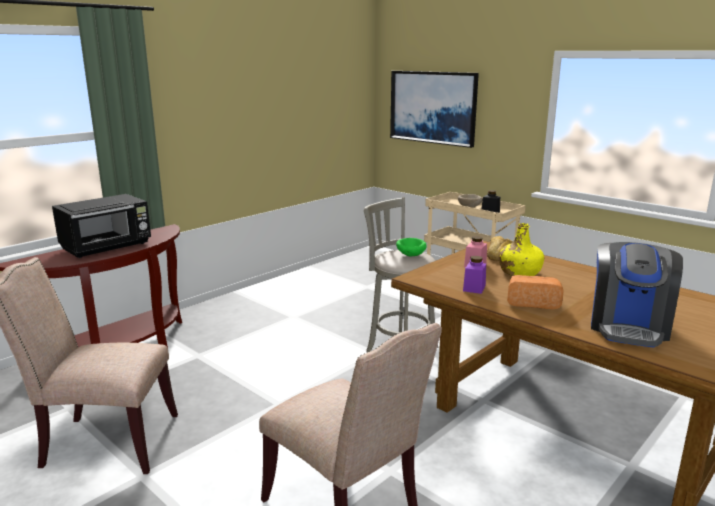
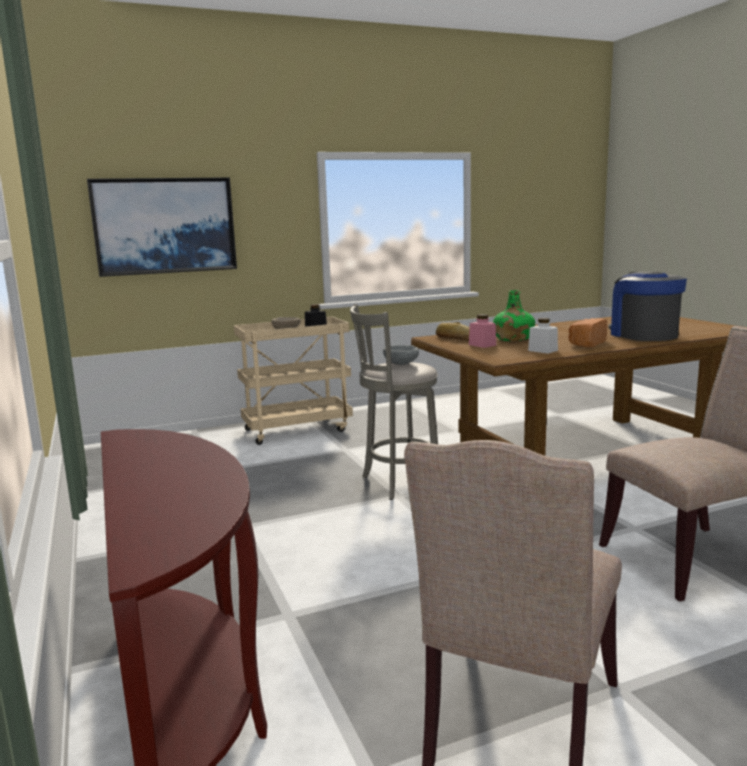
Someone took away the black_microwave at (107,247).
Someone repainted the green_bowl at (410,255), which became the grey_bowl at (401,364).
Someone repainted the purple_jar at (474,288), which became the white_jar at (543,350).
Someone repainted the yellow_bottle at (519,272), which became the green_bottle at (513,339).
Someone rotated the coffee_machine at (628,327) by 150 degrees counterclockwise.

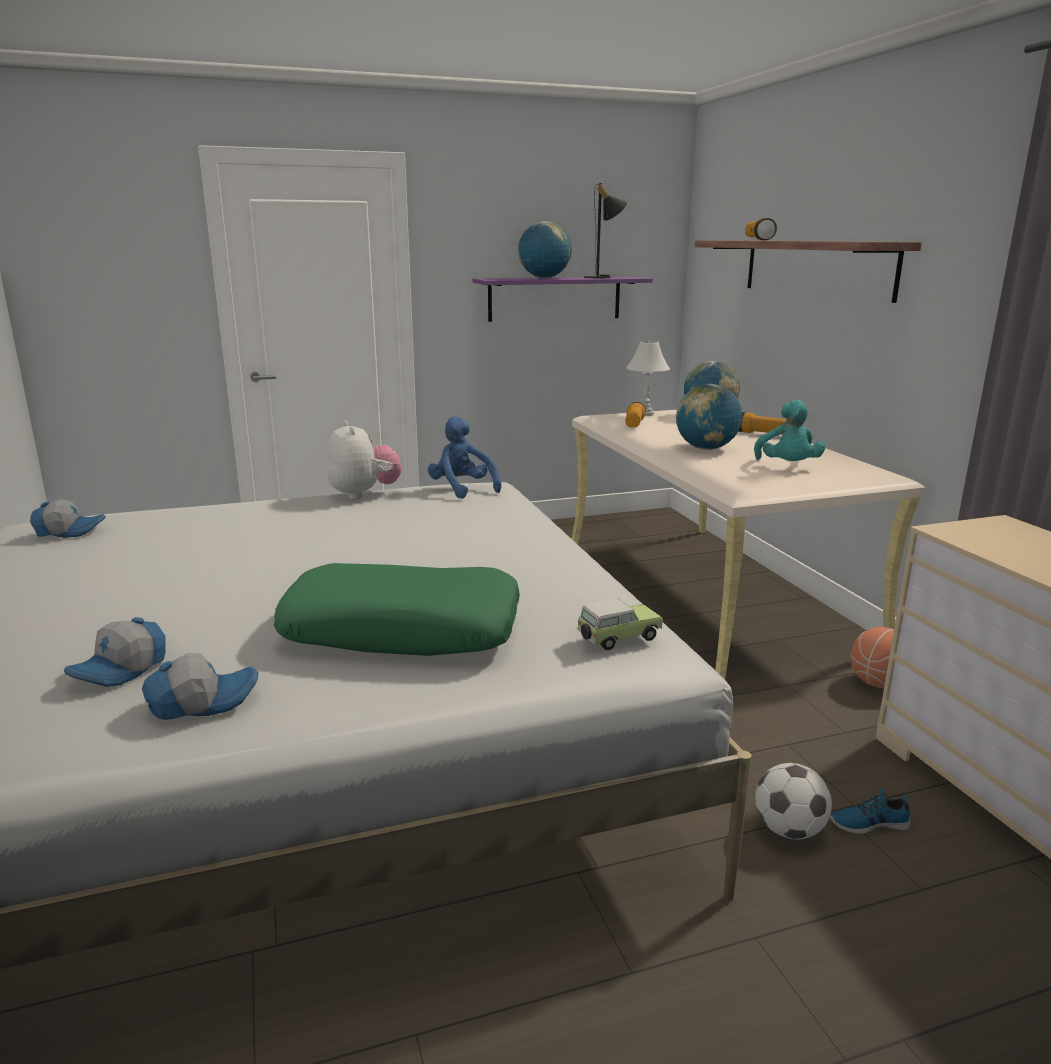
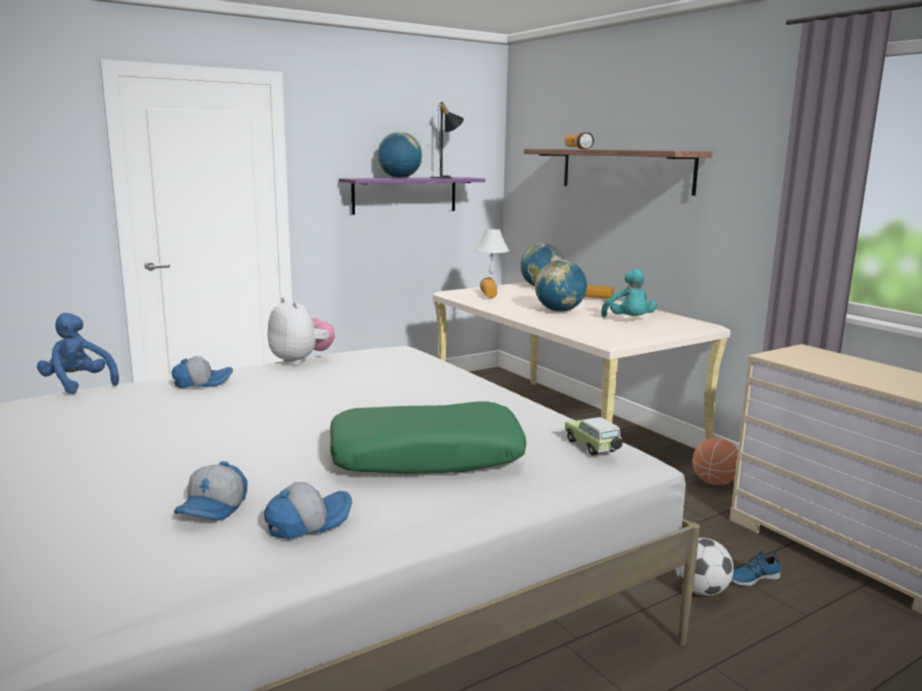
Someone carried the cap from (70,531) to (202,383).
Someone carried the blue_plush_toy from (462,489) to (78,384).
Someone rotated the toy_car at (616,639) by 75 degrees counterclockwise.

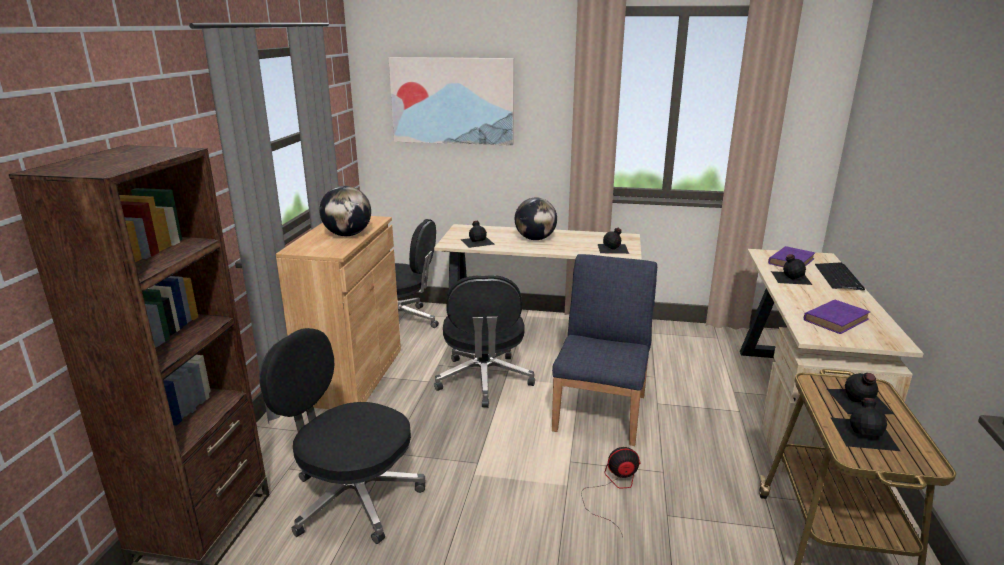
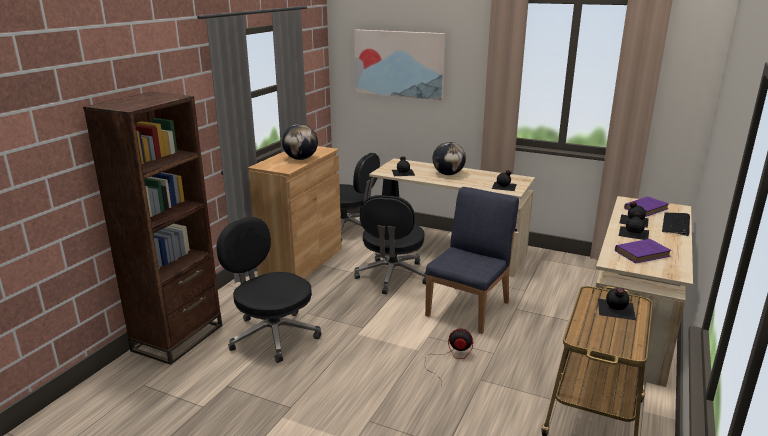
Someone carried the black_bottle from (864,433) to (634,233).

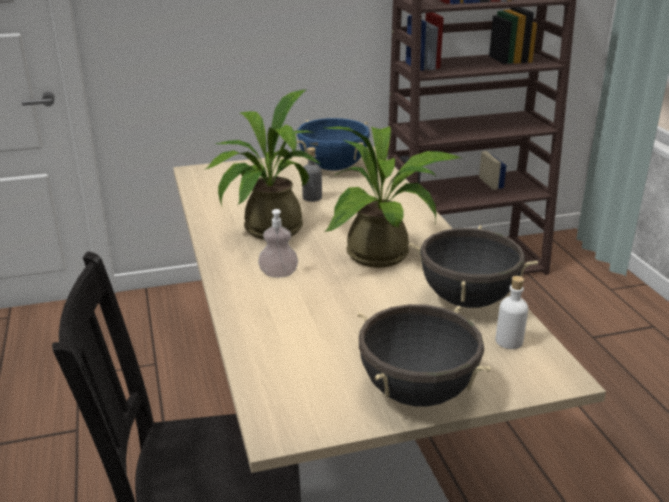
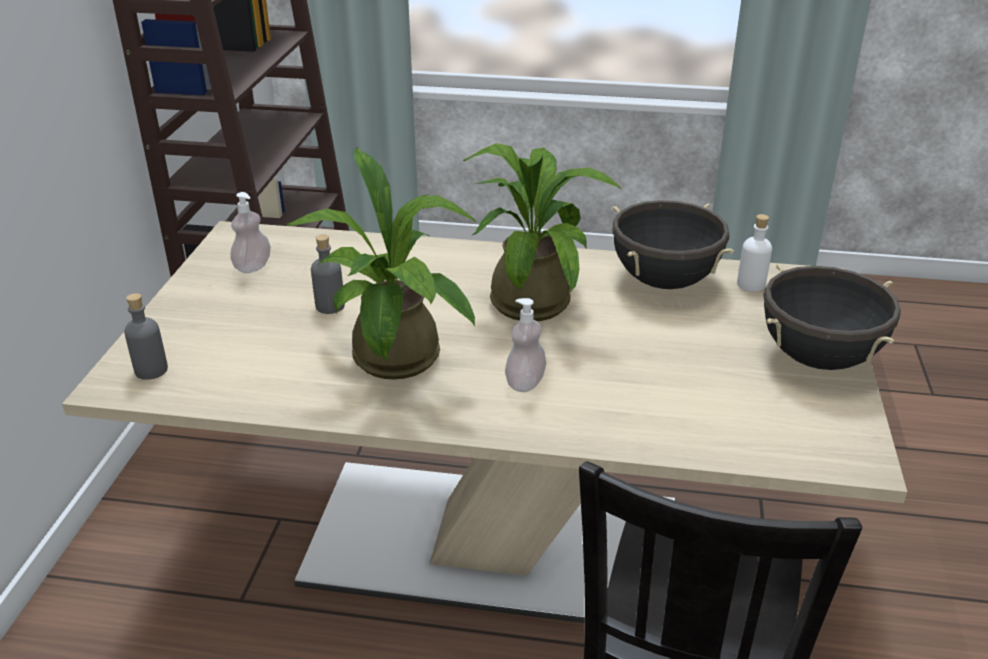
Someone put down the grey_bottle at (151,370).
Someone swapped the blue_cooking_pot at (333,168) for the soap_dispenser at (253,267).

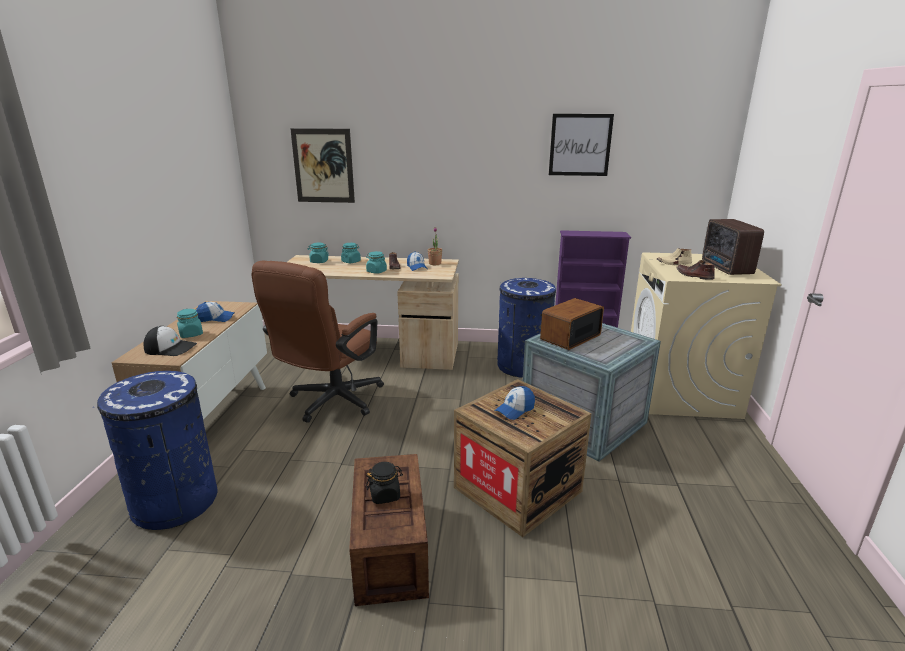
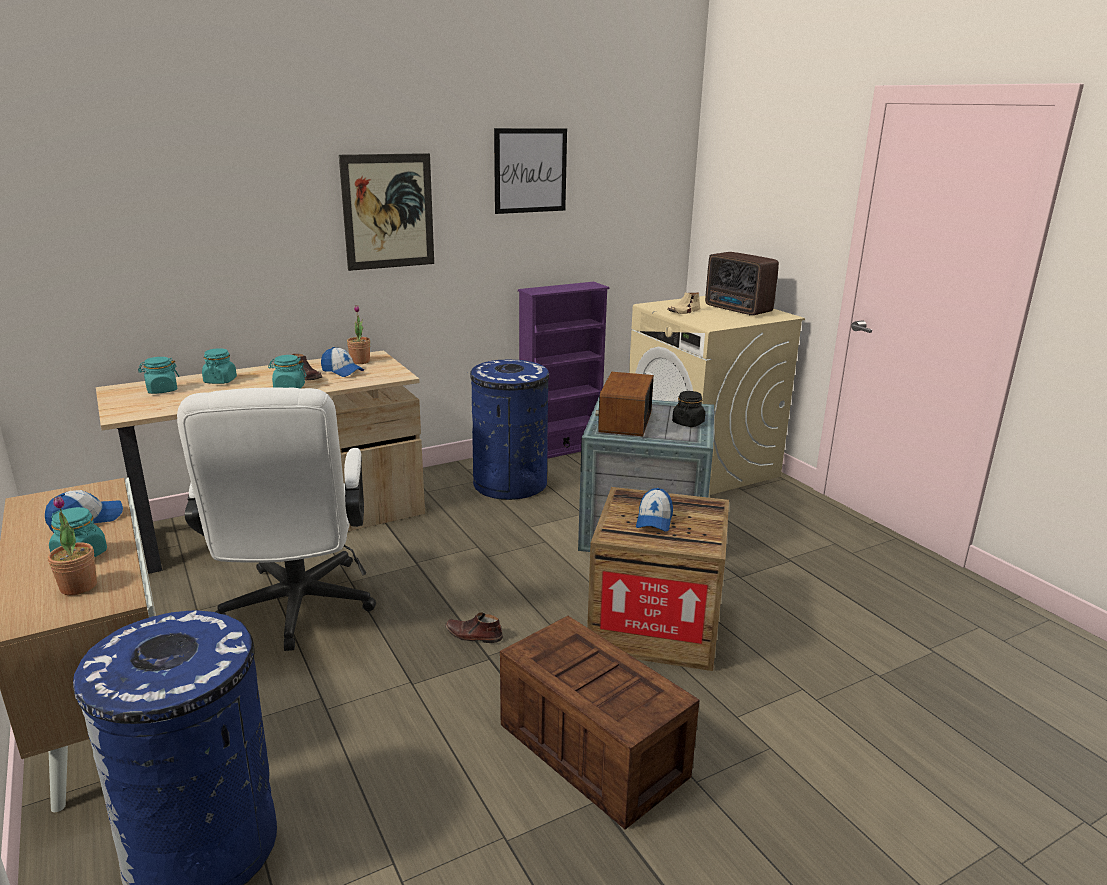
Someone carried the picture from (323,166) to (388,211).
Someone carried the black_jar from (385,495) to (688,423).
Someone carried the brown_shoe from (694,276) to (473,635).
Someone swapped the cap at (171,348) for the potted_plant at (78,586).
Someone repainted the brown_office_chair at (330,403), which became the white_office_chair at (296,612).

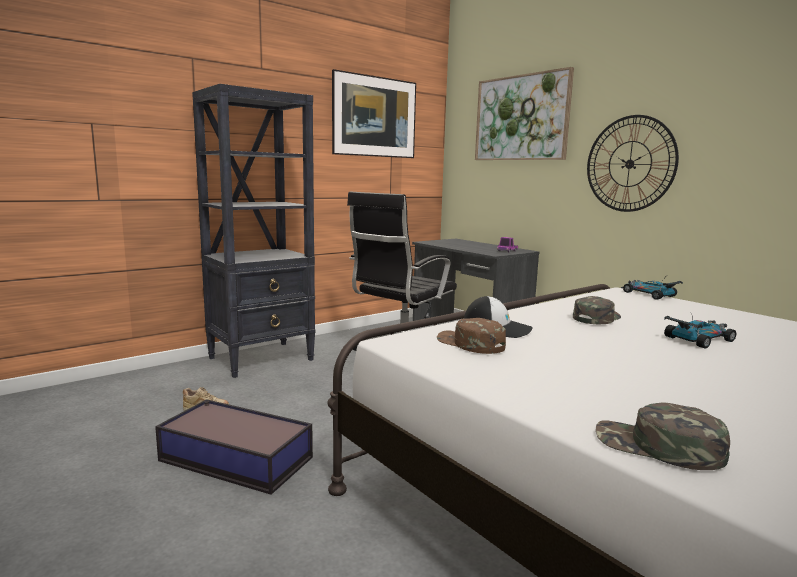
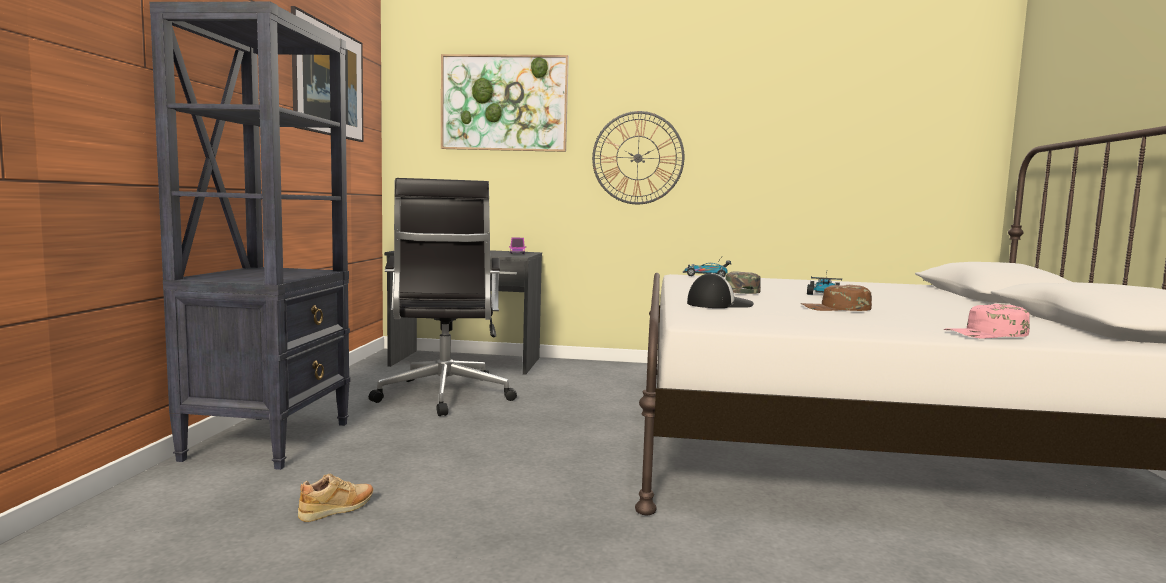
Someone took away the storage_box at (235,458).
Someone carried the brown_cap from (470,344) to (835,308).
Someone repainted the green_cap at (657,447), which became the pink_cap at (987,334).

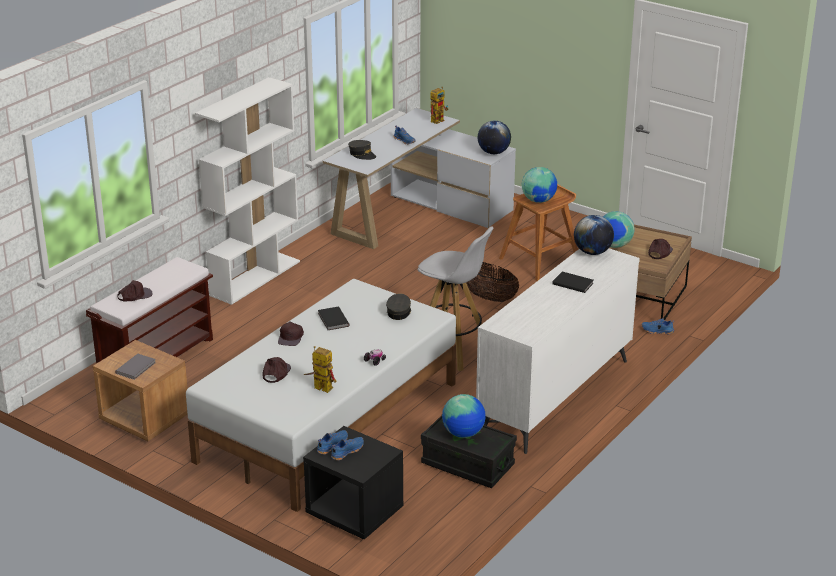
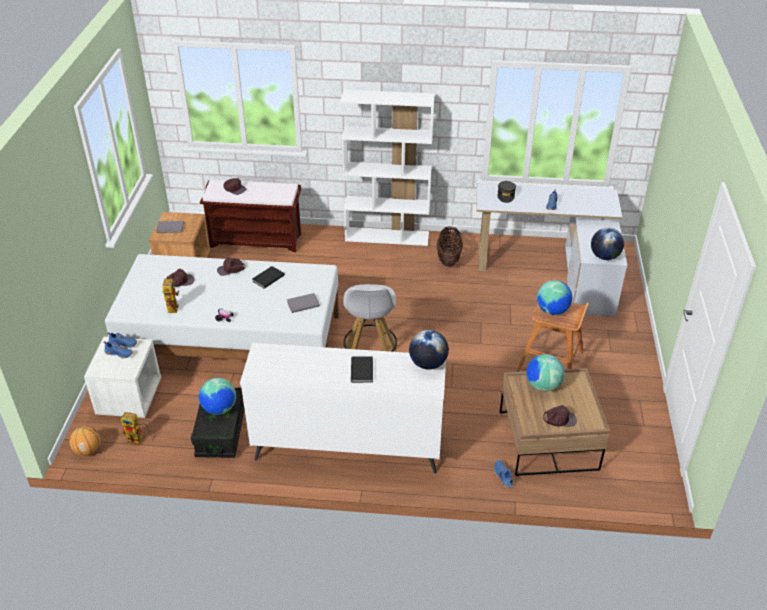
Someone put down the basketball at (88,450).
Someone carried the toy_robot from (438,119) to (138,440).
Someone carried the basket from (488,297) to (448,259).
Someone swapped the grey_cap at (399,312) for the grey_book at (302,304).
Someone repainted the black_nightstand at (354,513), which became the white_nightstand at (129,398).

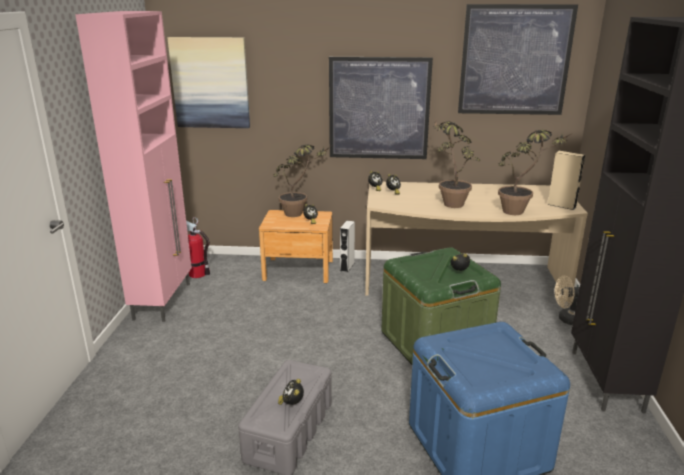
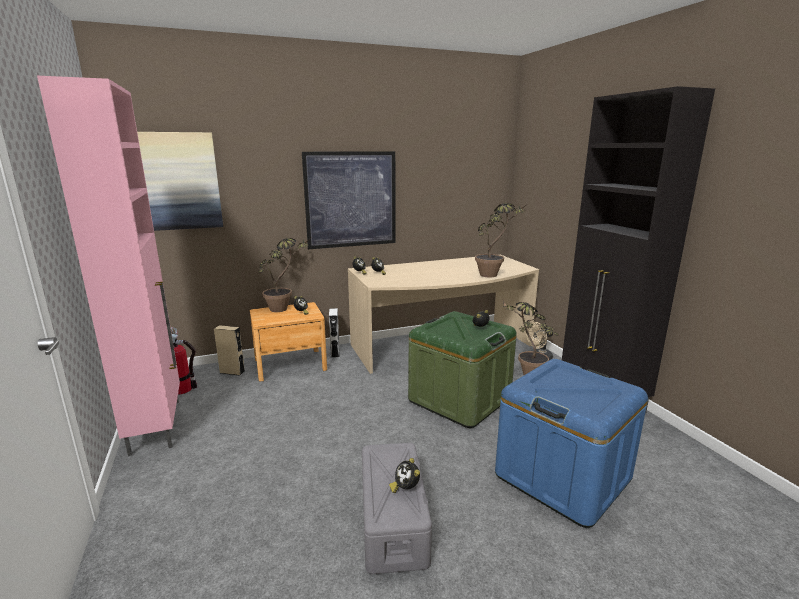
Someone took away the picture at (515,60).
Someone carried the potted_plant from (449,202) to (525,372).
Someone carried the beige_speaker from (561,205) to (232,372).

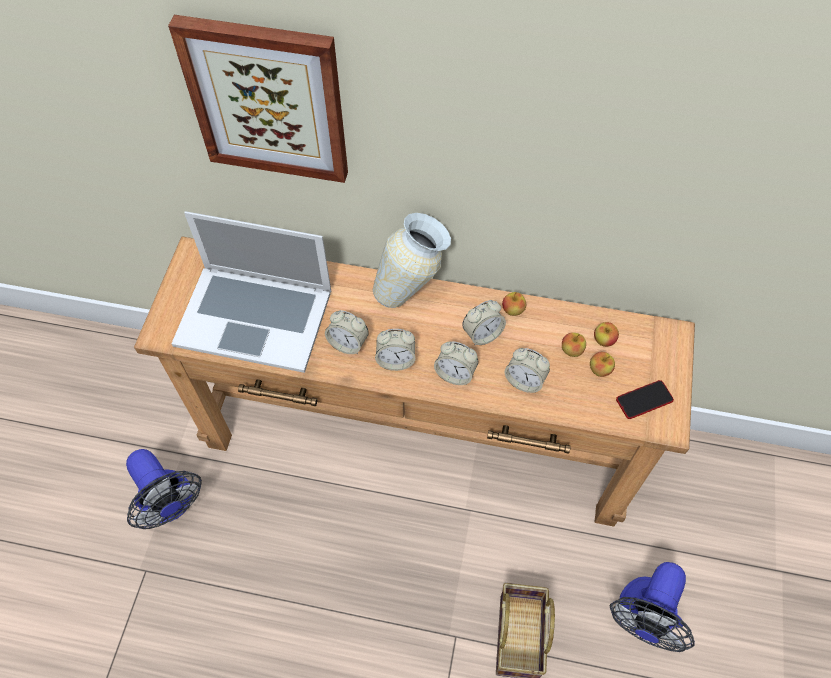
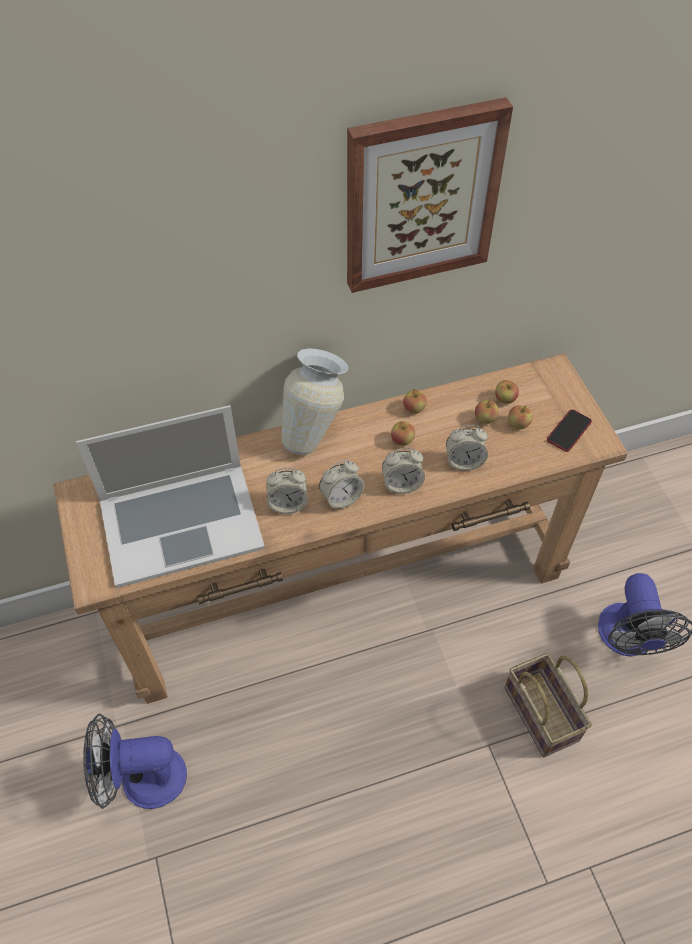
Someone carried the picture from (268,99) to (421,196).
Someone swapped the alarm_clock at (482,334) for the apple at (402,440).
Someone rotated the fan at (170,504) by 150 degrees clockwise.

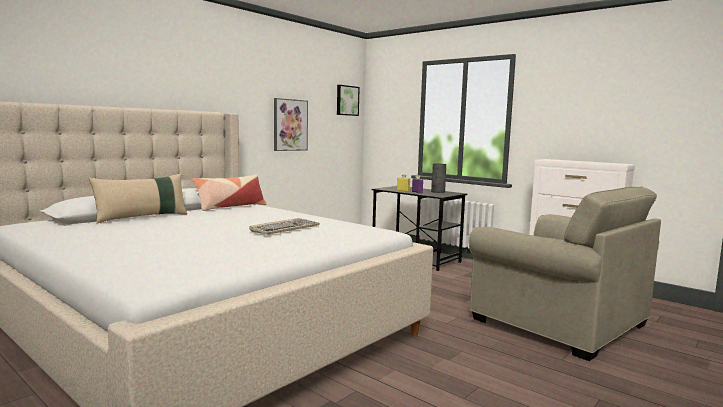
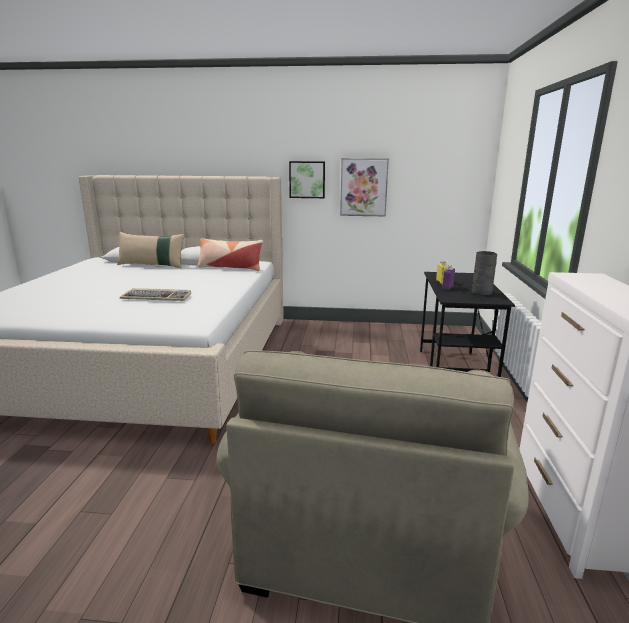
Someone carried the picture from (346,100) to (307,179).

